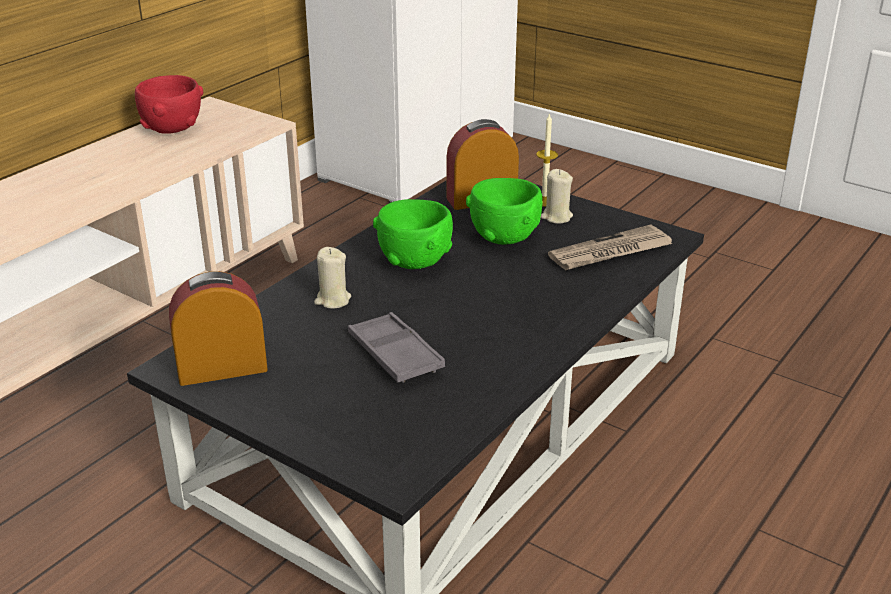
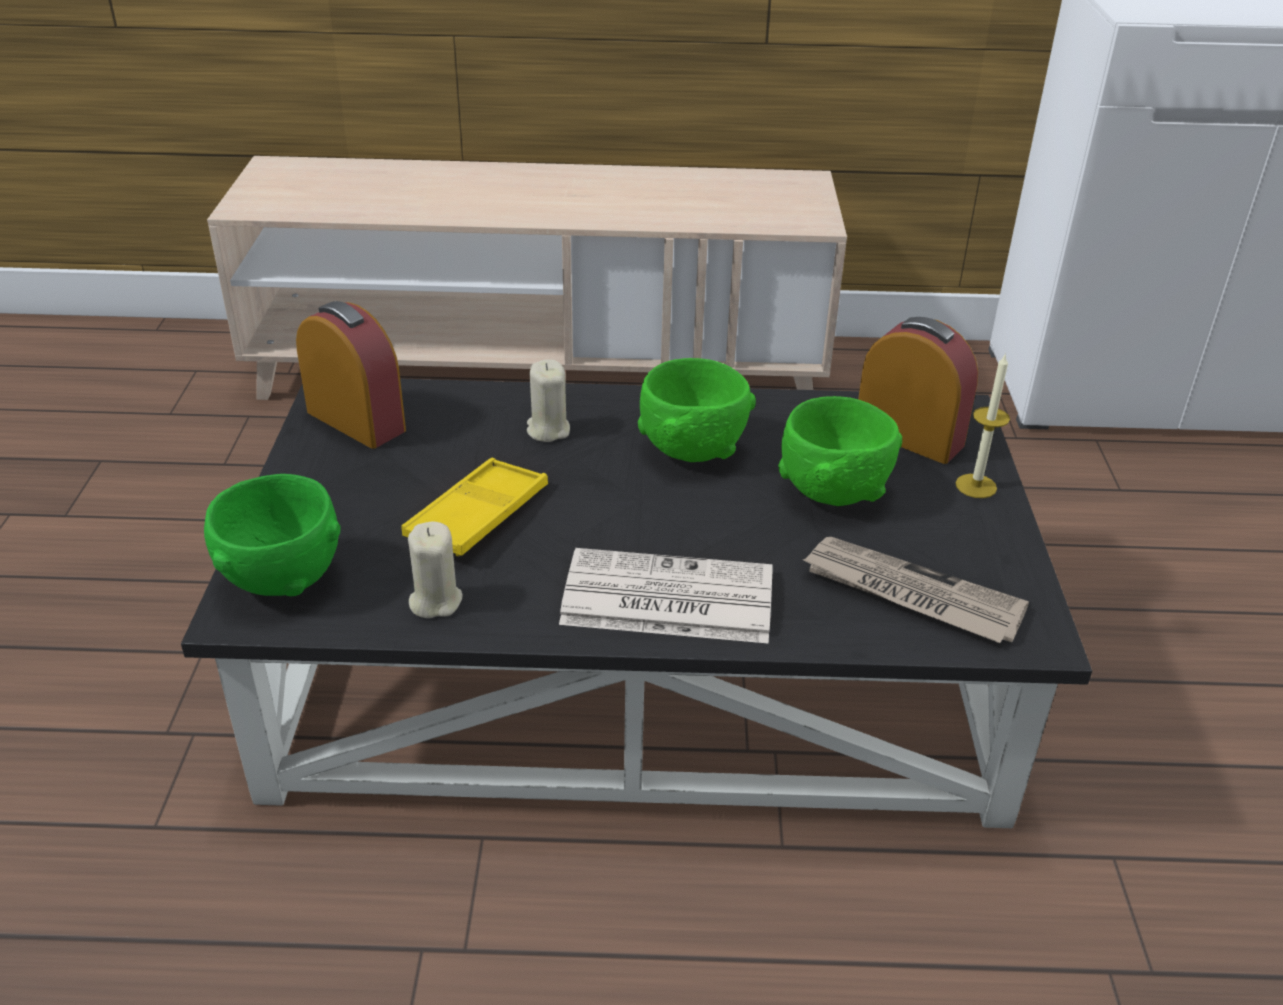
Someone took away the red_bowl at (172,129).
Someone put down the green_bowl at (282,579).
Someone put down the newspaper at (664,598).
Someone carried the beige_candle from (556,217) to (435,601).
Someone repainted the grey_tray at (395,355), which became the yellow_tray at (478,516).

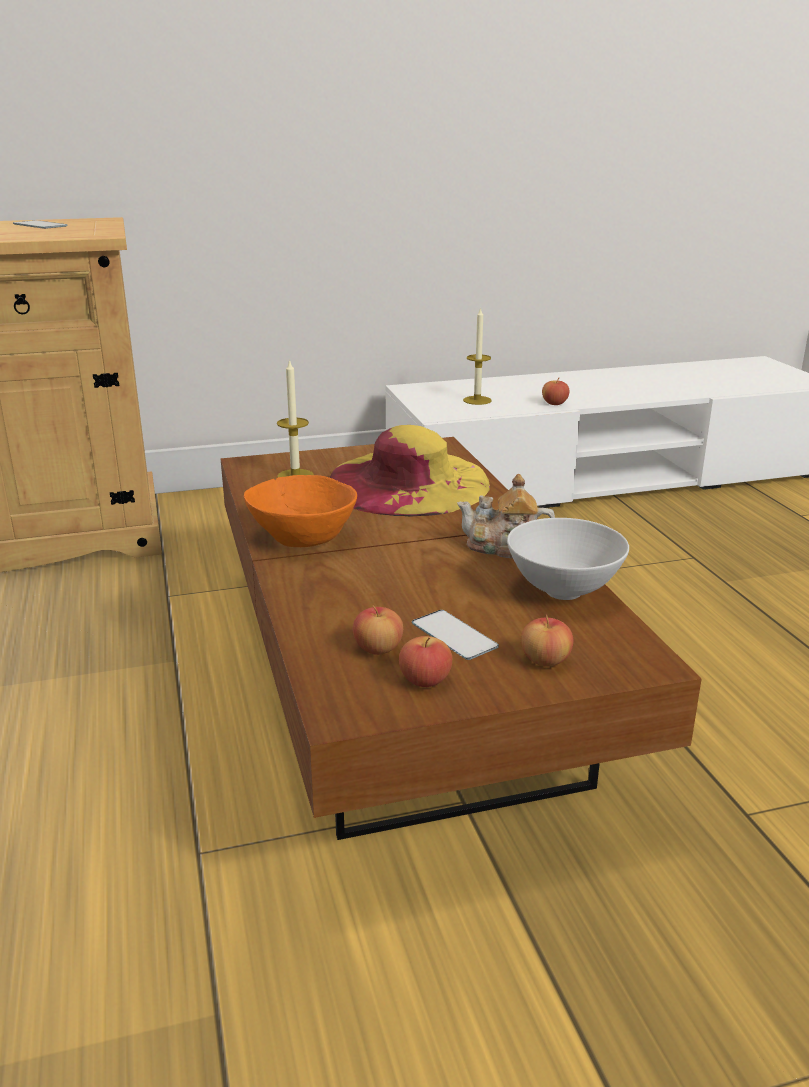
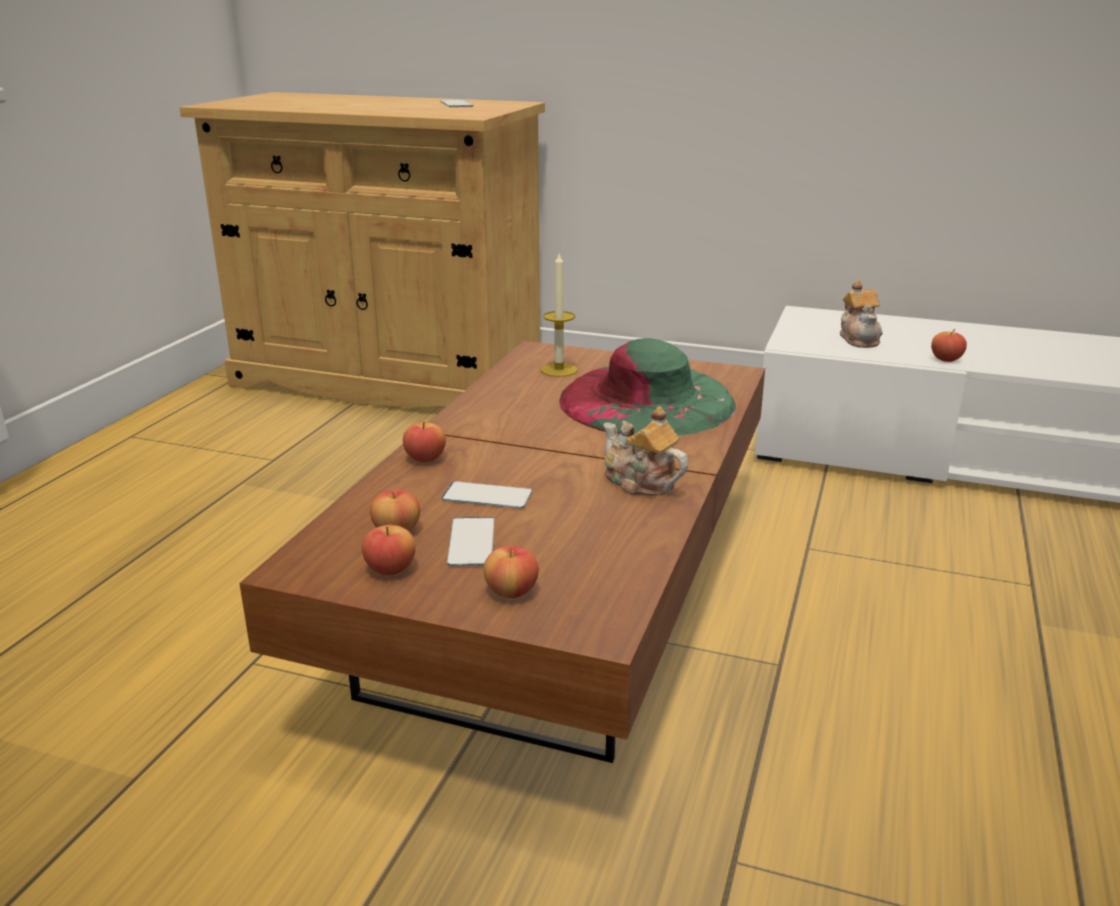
Someone took away the orange_bowl at (304,537).
Someone took away the white_bowl at (563,592).
Someone put down the apple at (425,458).
Someone put down the phone at (487,496).
Someone swapped the candle at (477,400) for the teapot at (859,338).
Someone repainted the yellow_hat at (408,483), which became the green_hat at (647,401).

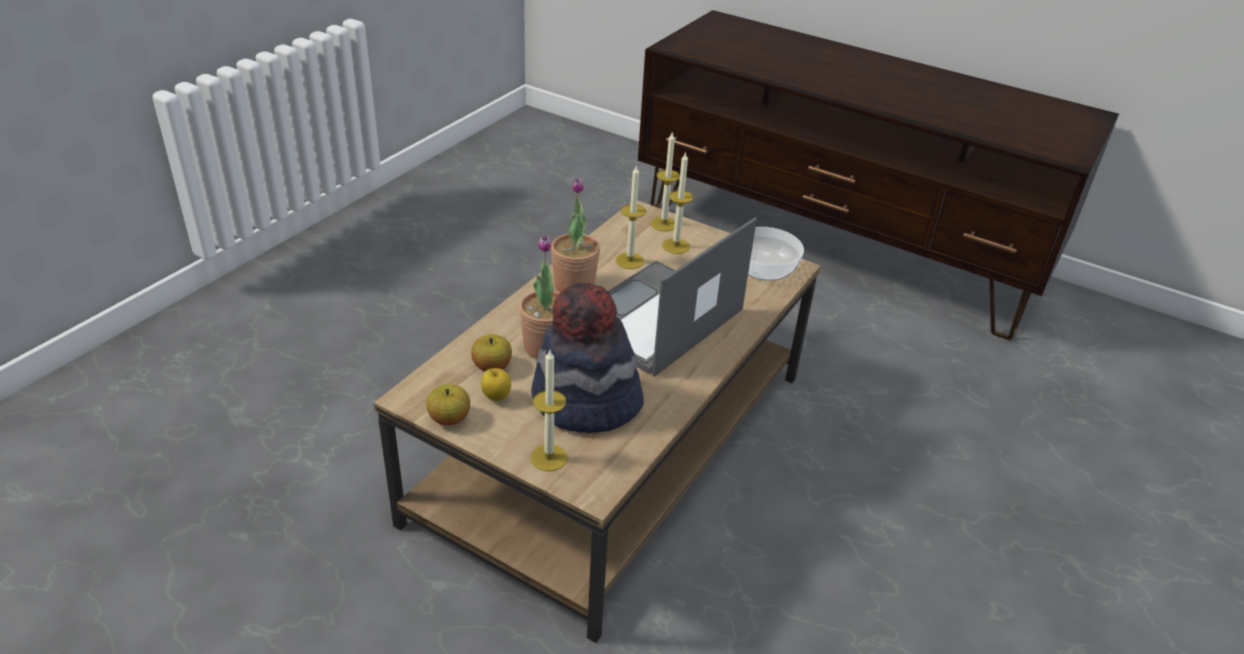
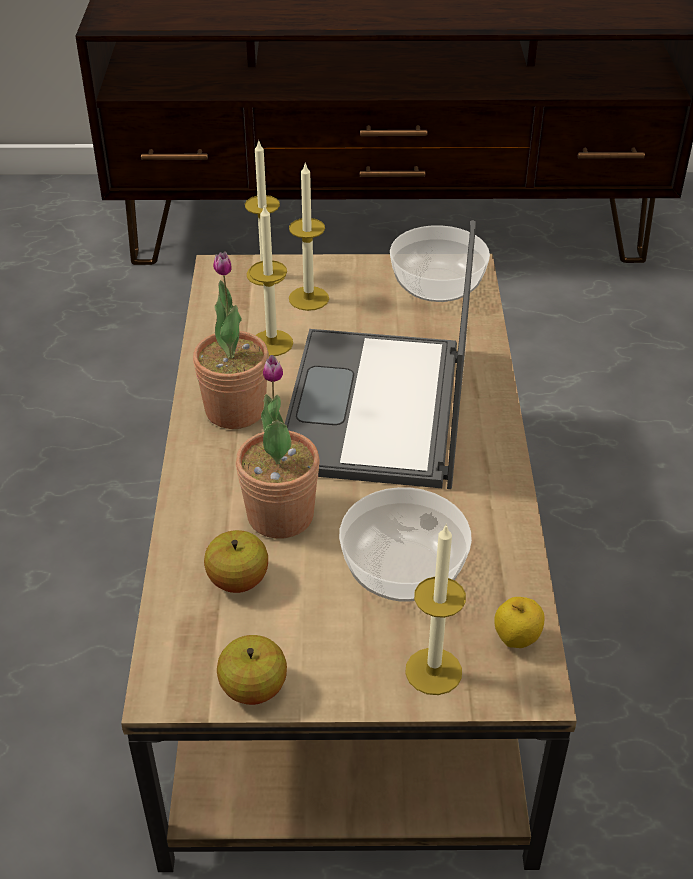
Someone carried the apple from (496,398) to (516,641).
Someone swapped the hat at (586,403) for the bowl at (405,569).

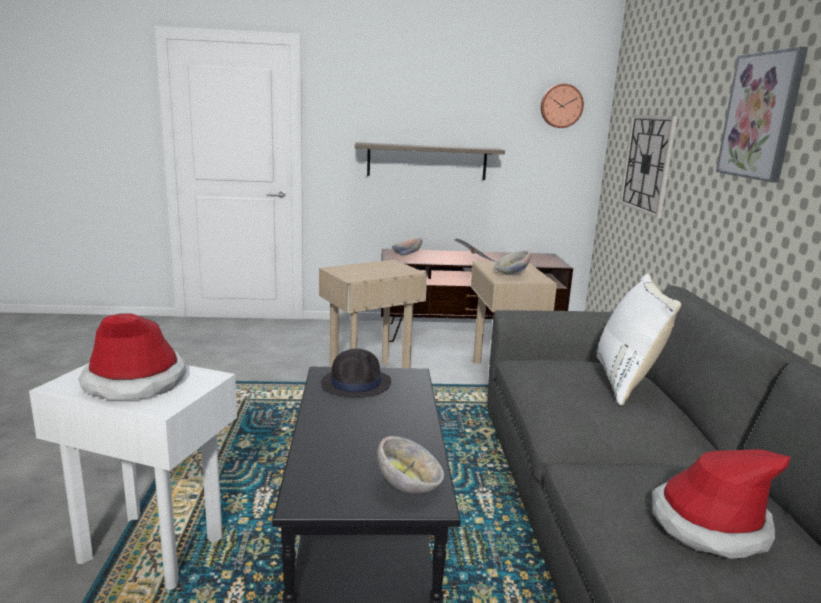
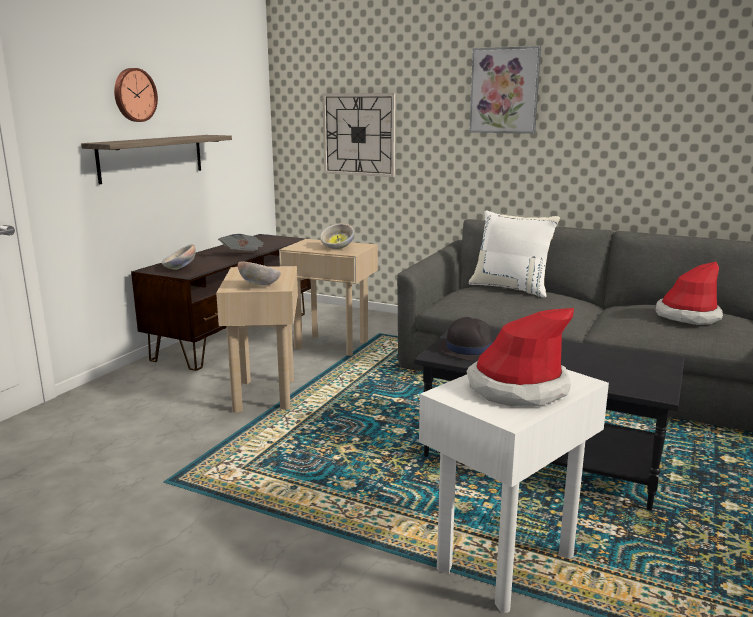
Someone carried the bowl from (409,486) to (259,286).
Someone carried the wall_clock from (561,106) to (134,95).

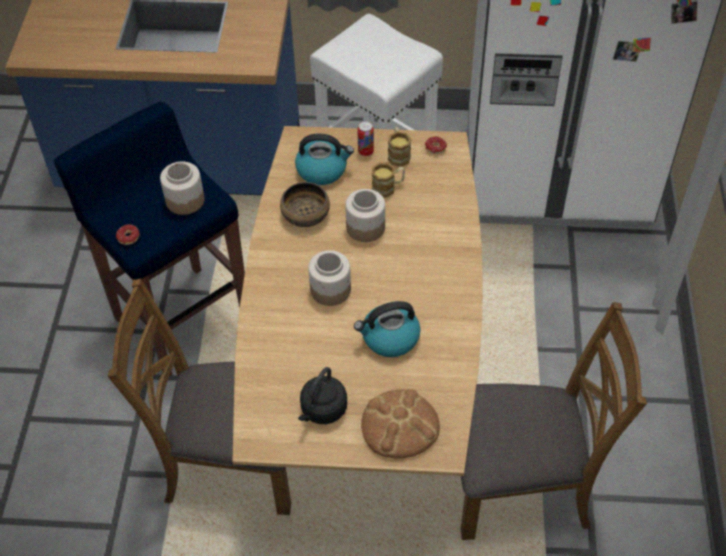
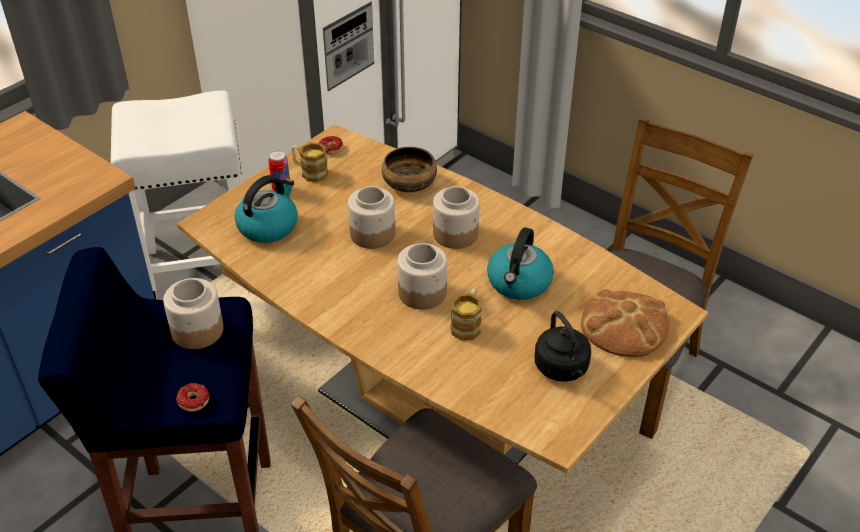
Someone put down the jar at (456,234).
Someone carried the bowl from (305,215) to (409,183).
Someone carried the mug from (388,187) to (467,324).

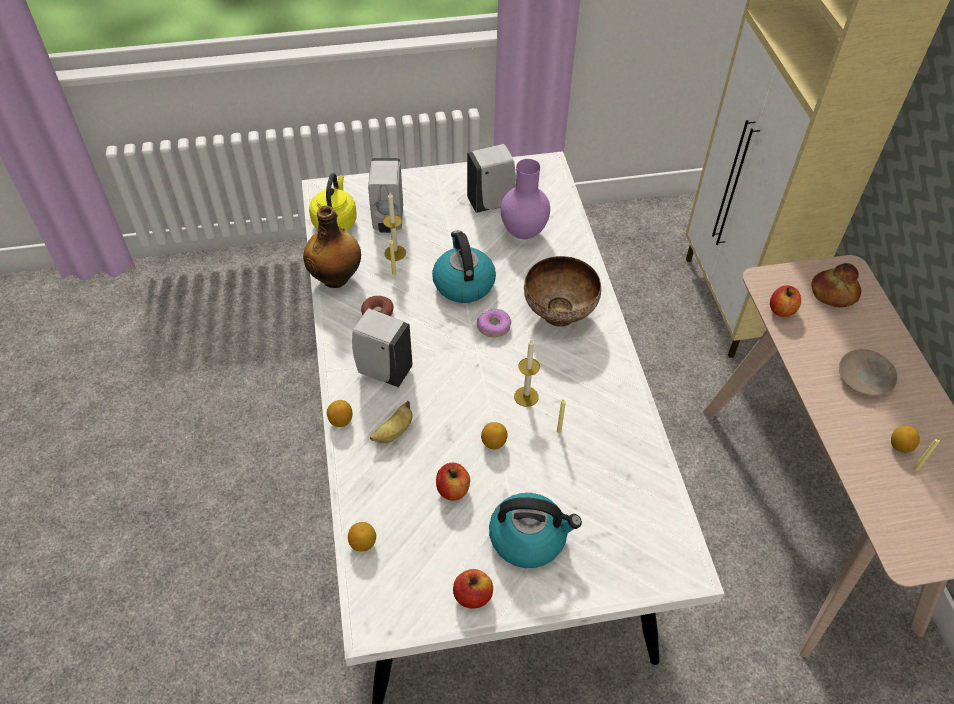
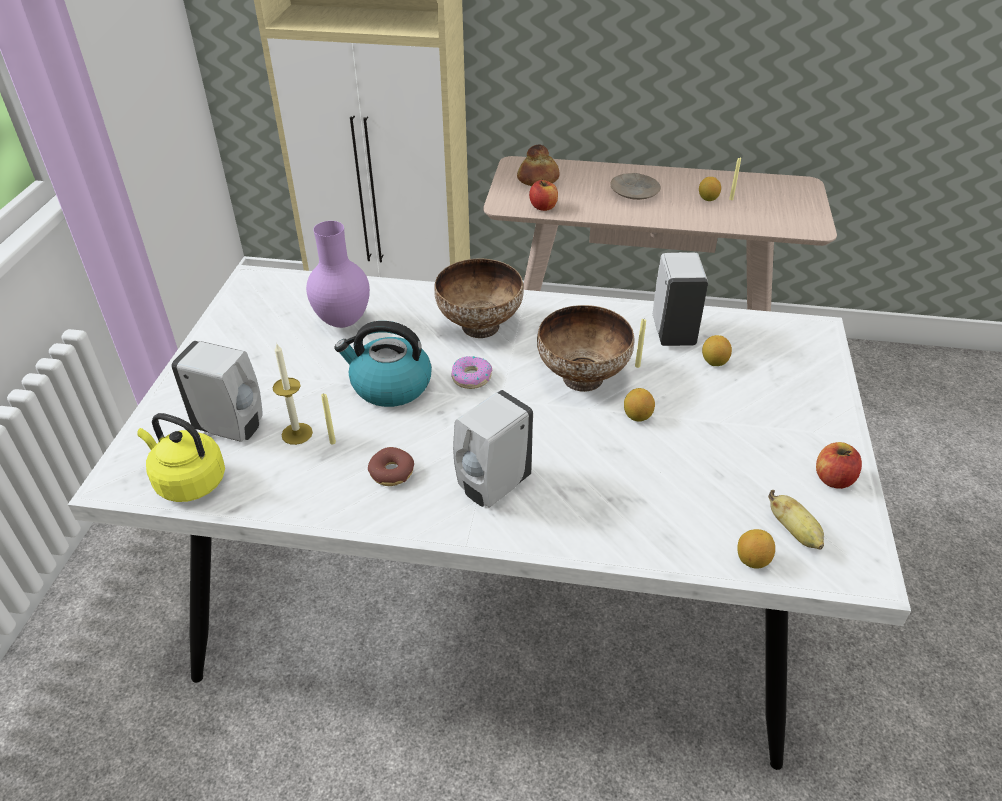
Someone took away the bottle at (336,278).
Someone took away the apple at (453,489).
Someone took away the kettle at (529,538).
Someone carried the lemon from (341,420) to (714,362).
Someone carried the banana from (394,432) to (795,532).
Someone carried the white_soap_dispenser from (492,202) to (672,331).
Someone swapped the candle at (526,396) for the bowl at (583,377).

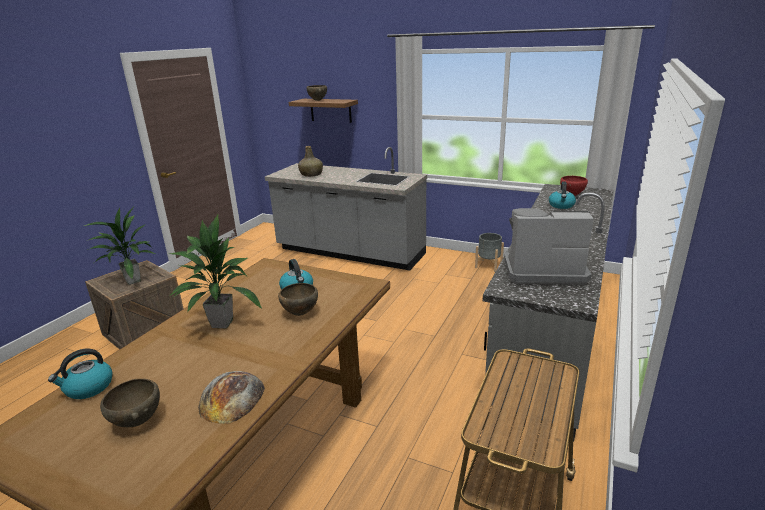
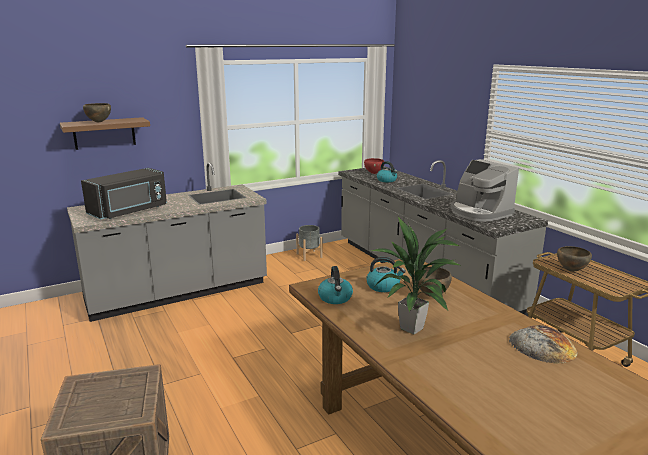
Someone took away the potted_plant at (132,281).
Someone carried the kettle from (88,388) to (335,298).
Someone carried the brown_bowl from (138,421) to (571,270).
Someone swapped the green_bottle at (311,174) for the black_microwave at (130,211).
Someone rotated the coffee_machine at (542,270) by 75 degrees counterclockwise.

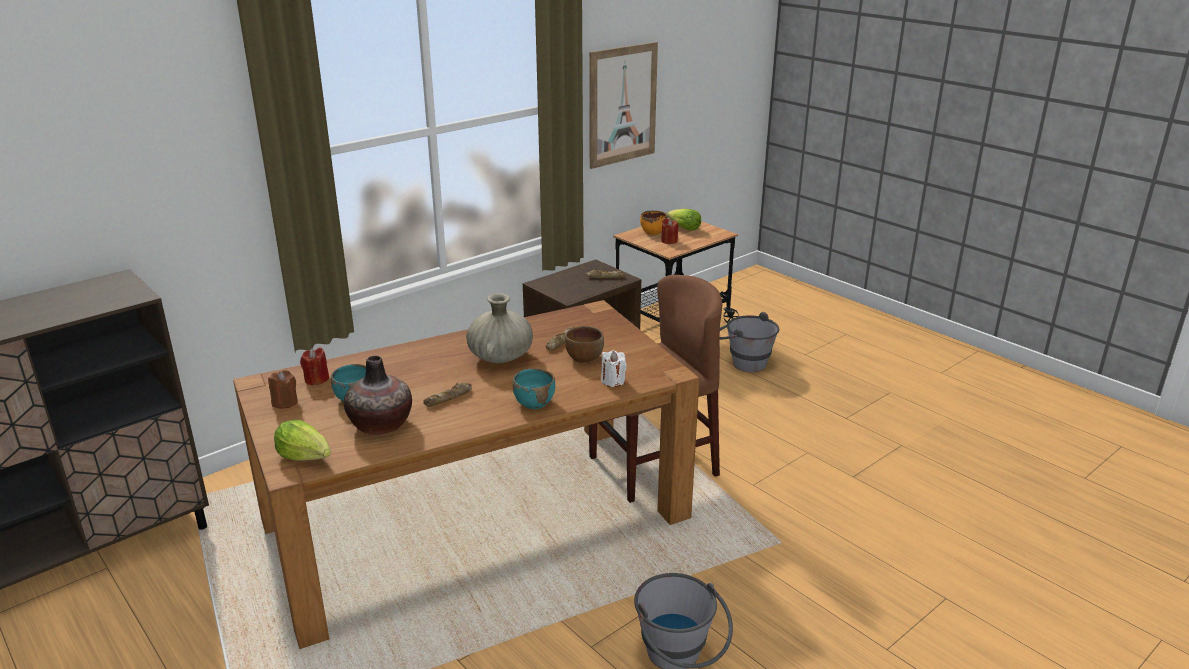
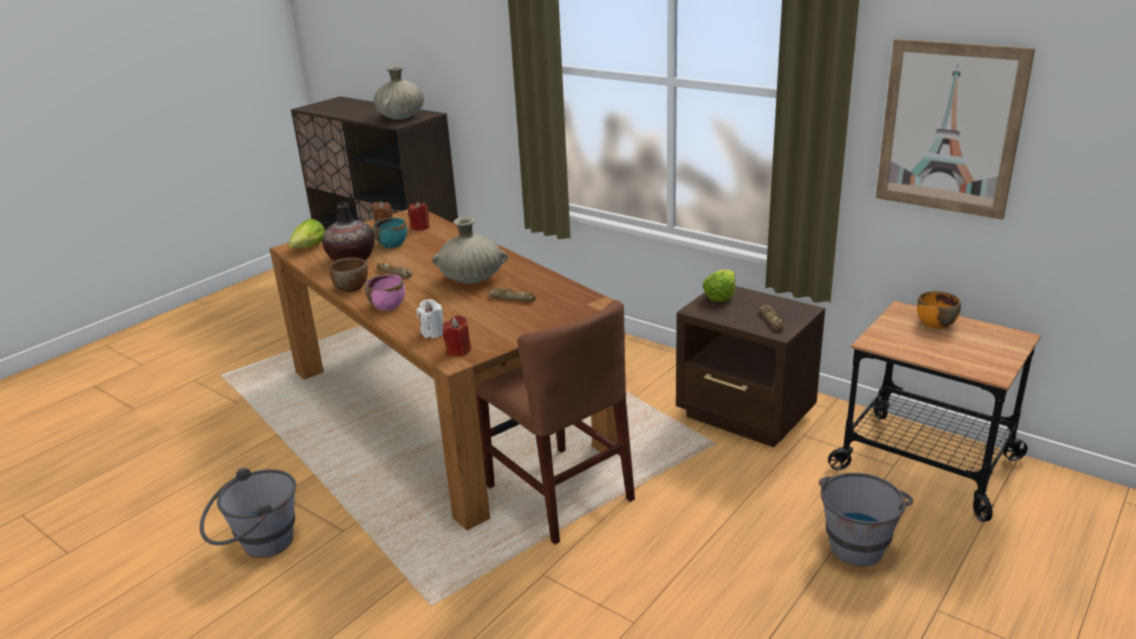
Someone put down the beige_vase at (401,117).
Someone carried the brown_bowl from (584,358) to (351,287).
Someone carried the red_candle from (669,241) to (458,350).
Someone carried the lettuce from (683,228) to (720,296).
Someone repainted the turquoise_bowl at (534,402), which became the pink_bowl at (388,305).

